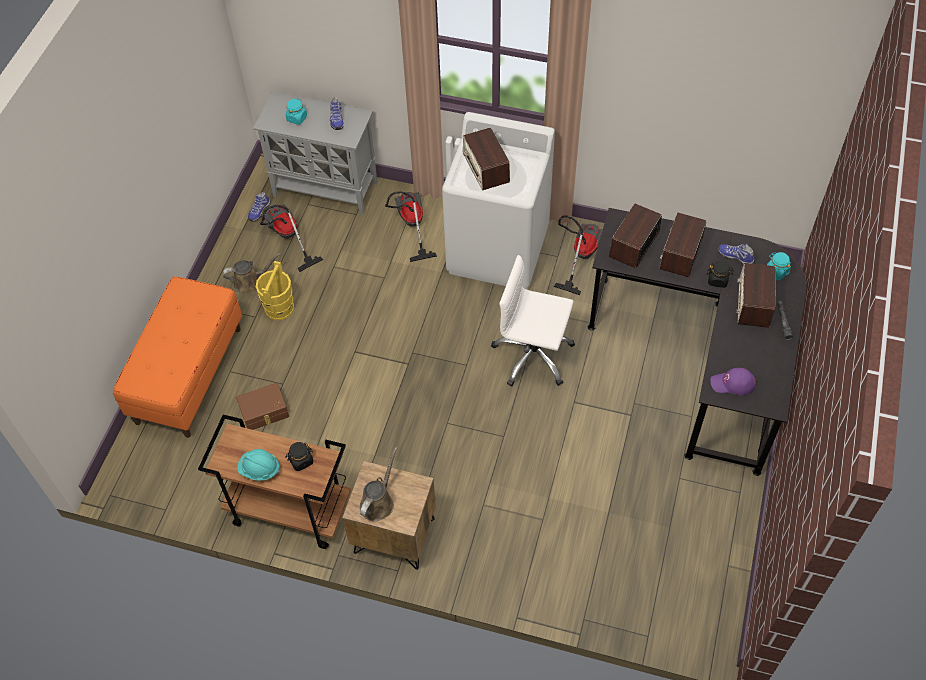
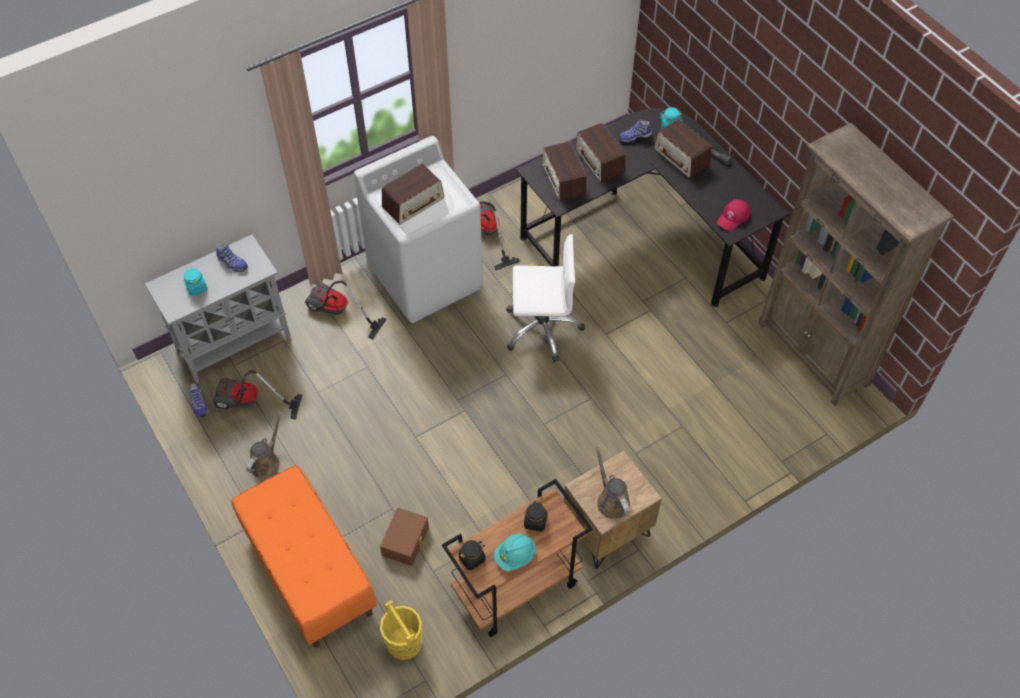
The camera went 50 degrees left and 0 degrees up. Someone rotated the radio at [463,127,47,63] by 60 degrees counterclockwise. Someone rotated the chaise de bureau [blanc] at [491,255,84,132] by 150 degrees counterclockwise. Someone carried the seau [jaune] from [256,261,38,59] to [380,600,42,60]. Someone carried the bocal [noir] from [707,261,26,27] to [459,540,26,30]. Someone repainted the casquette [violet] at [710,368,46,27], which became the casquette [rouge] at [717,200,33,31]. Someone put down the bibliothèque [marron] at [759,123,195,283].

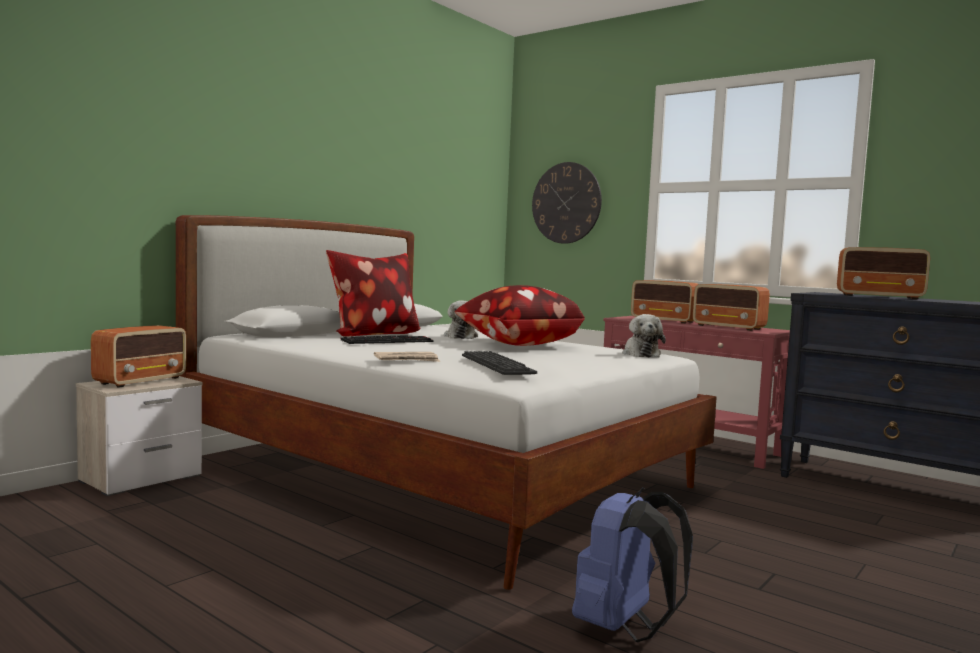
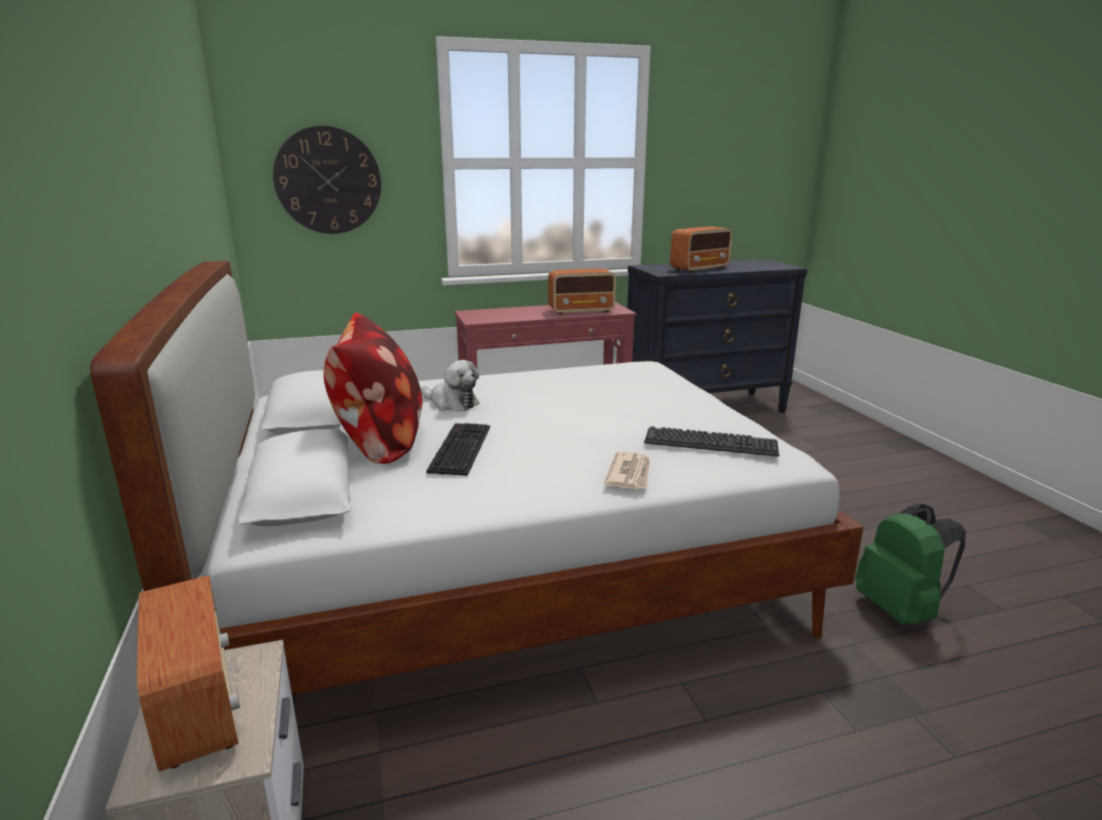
The camera went 55 degrees left and 15 degrees up. Someone took away the radio at [631,280,67,44]. Someone took away the coussin at [455,285,130,61]. Someone took away the peluche at [622,314,44,43]. Someone repainted the sac à dos [bleu] at [572,488,121,154], which became the sac à dos [vert] at [856,504,110,121].

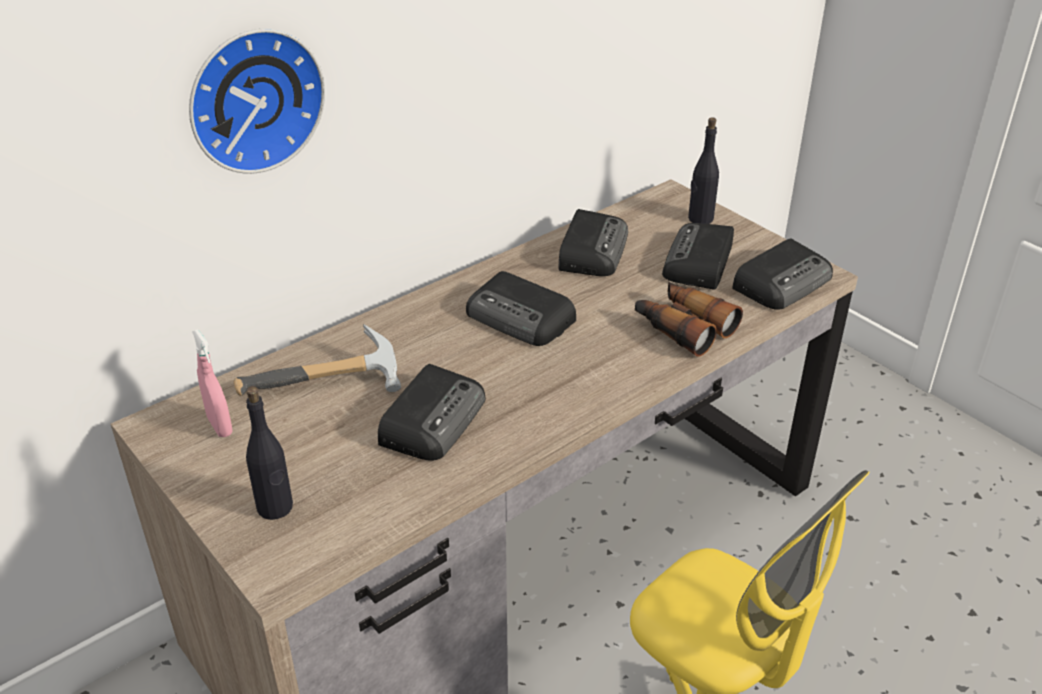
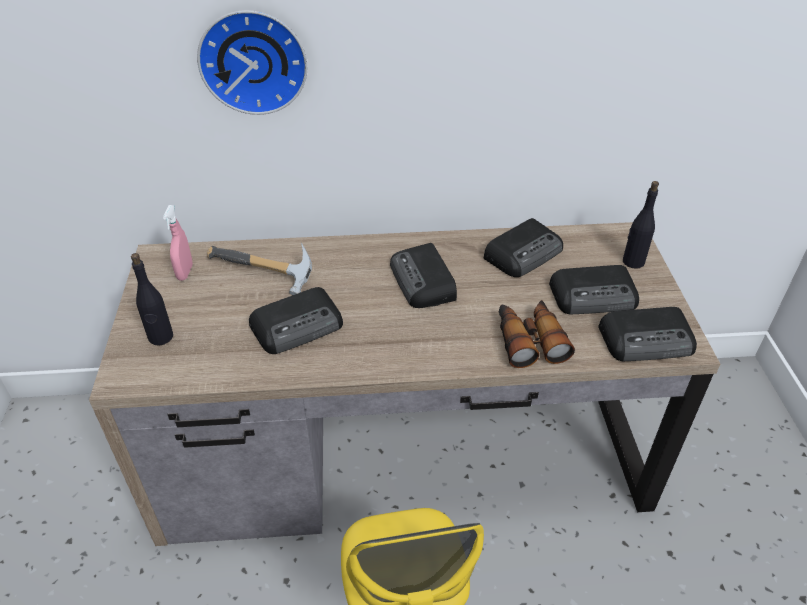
The camera went 35 degrees right and 5 degrees up. Someone rotated the radio at [662,223,72,67] by 150 degrees counterclockwise.

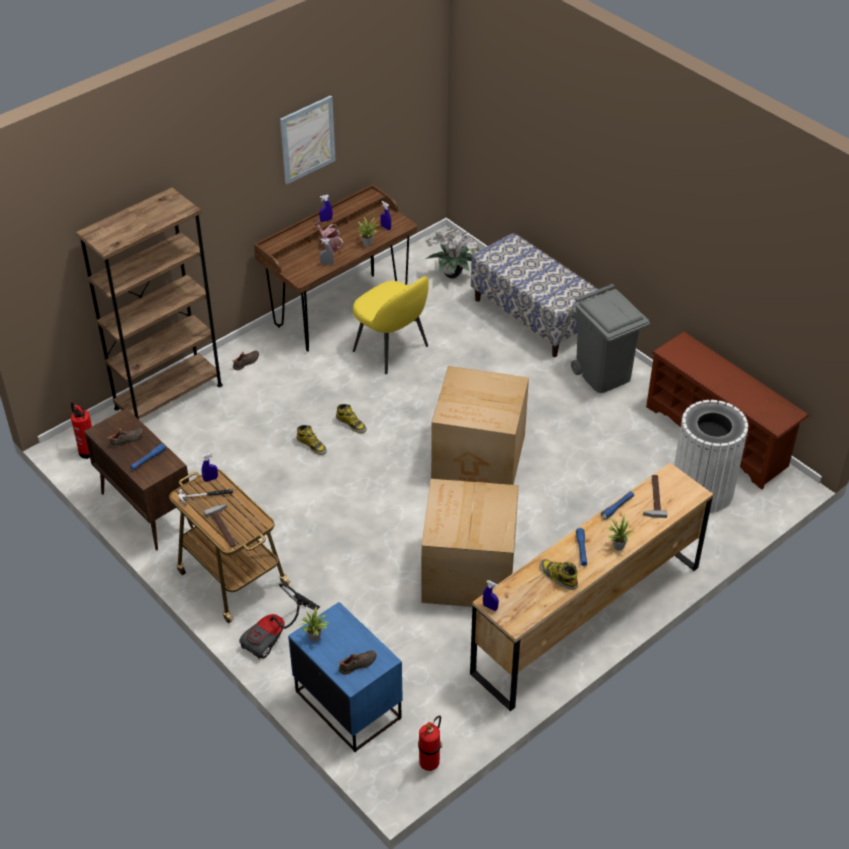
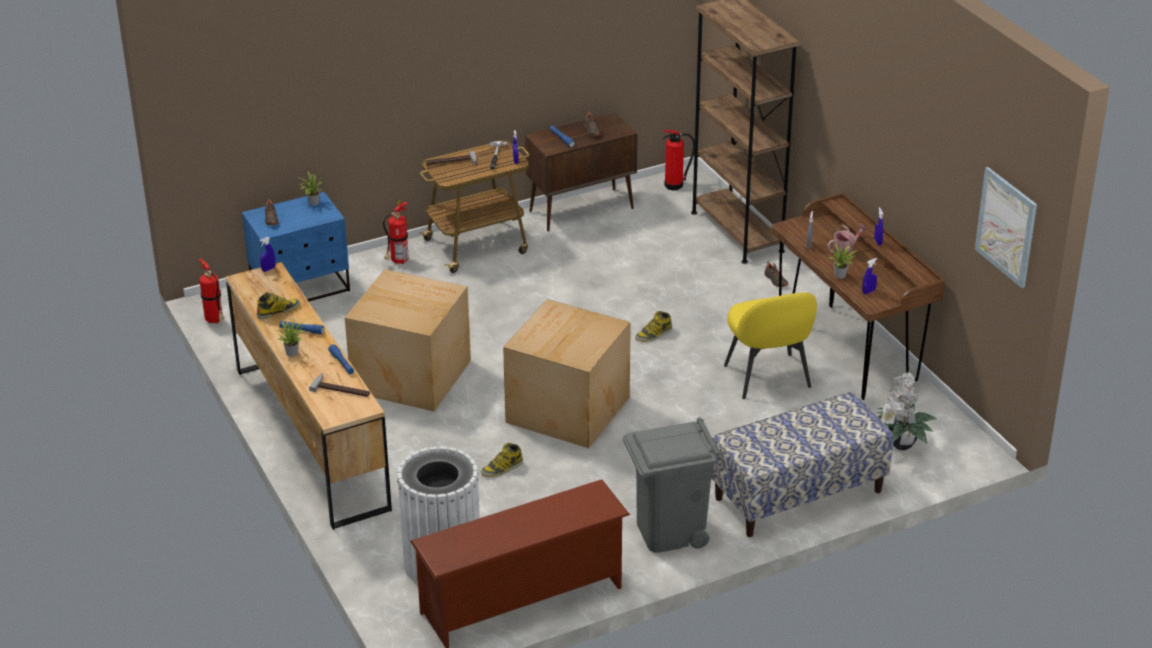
The camera went 105 degrees right and 10 degrees down. Someone carried the tableau from [280,95,56,89] to [975,167,62,121]. Someone rotated the chaise [jaune] at [353,276,76,98] by 75 degrees counterclockwise. Someone carried the botte from [297,425,30,30] to [481,443,42,34]. Someone swapped the aspirateur at [239,583,81,77] for the extincteur at [383,200,25,64].

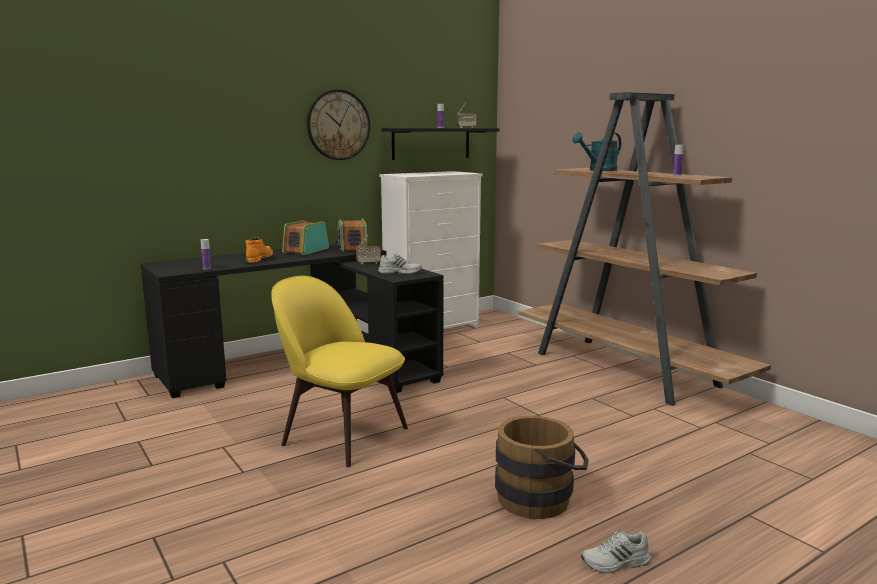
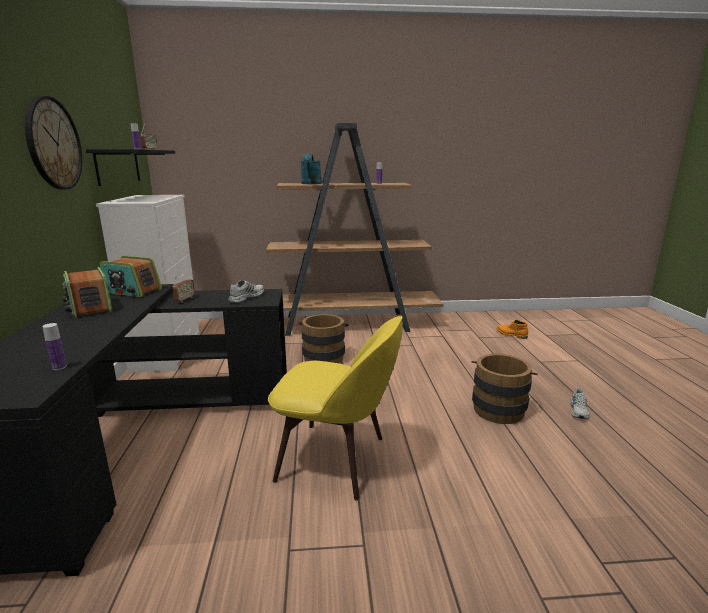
The camera went 60 degrees left and 5 degrees up. Someone carried the botte [orange] from [245,237,28,26] to [497,320,31,19]. Someone rotated the chaise [jaune] at [271,276,137,191] by 135 degrees counterclockwise. Someone put down the seau [marron] at [298,314,50,50].

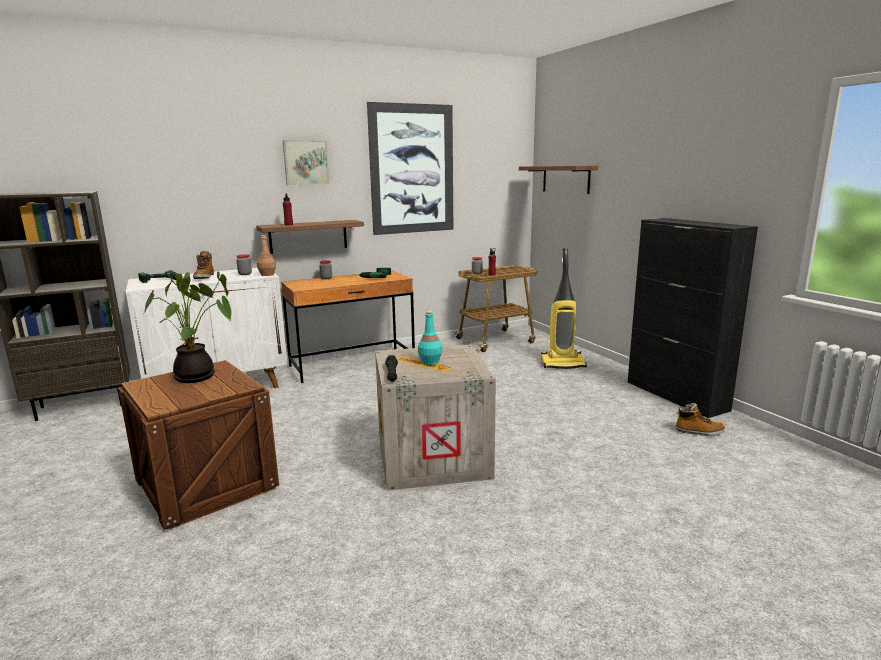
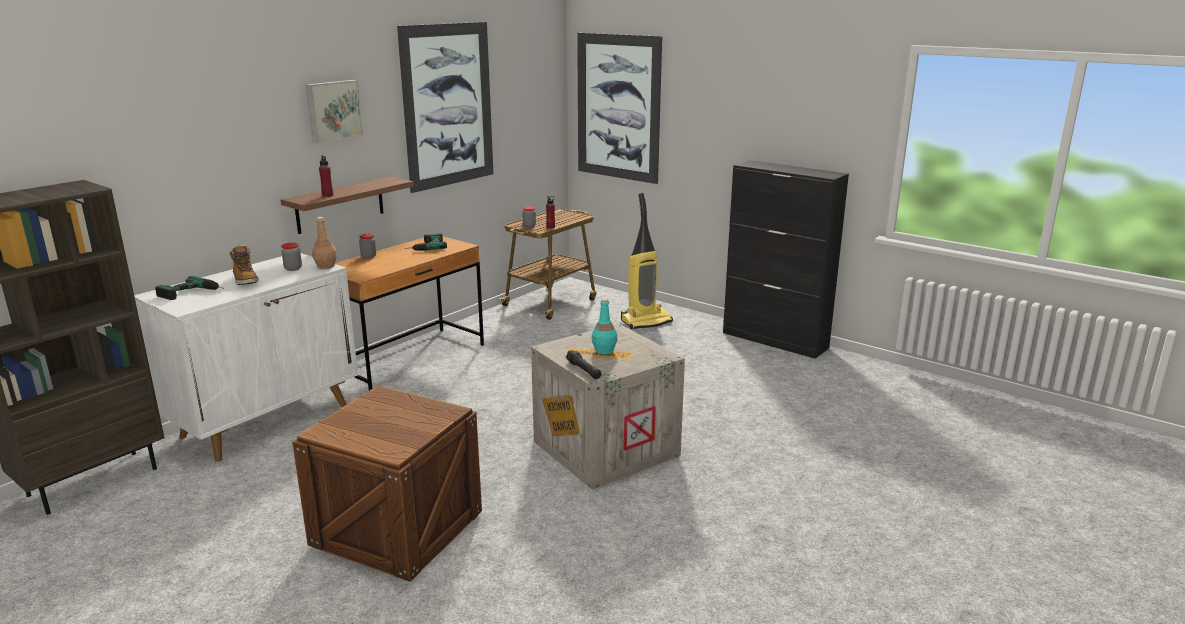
The camera went 25 degrees left and 5 degrees up. Someone swapped the étagère at [519,166,79,28] for the tableau at [577,33,85,151]. Someone took away the plante en pot at [144,271,88,112]. Someone took away the botte at [676,403,49,33].

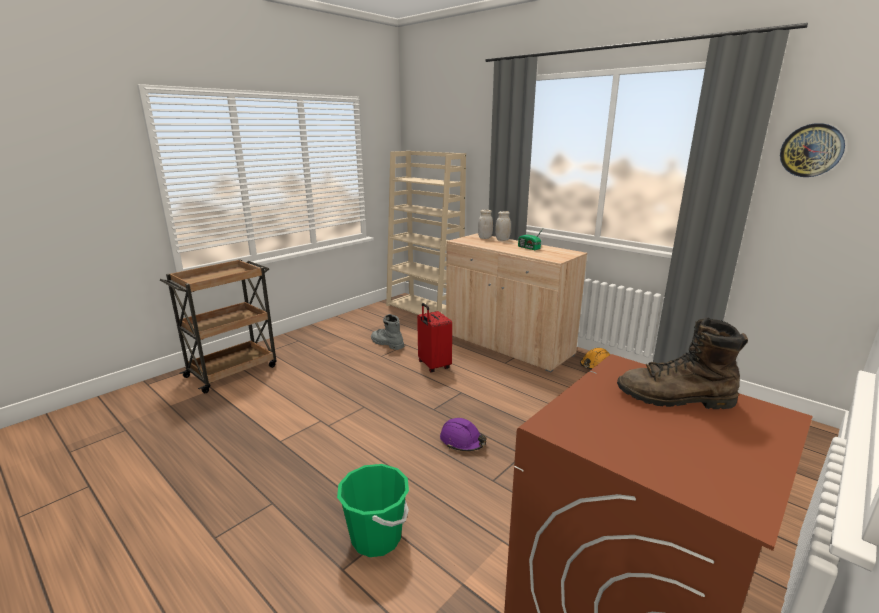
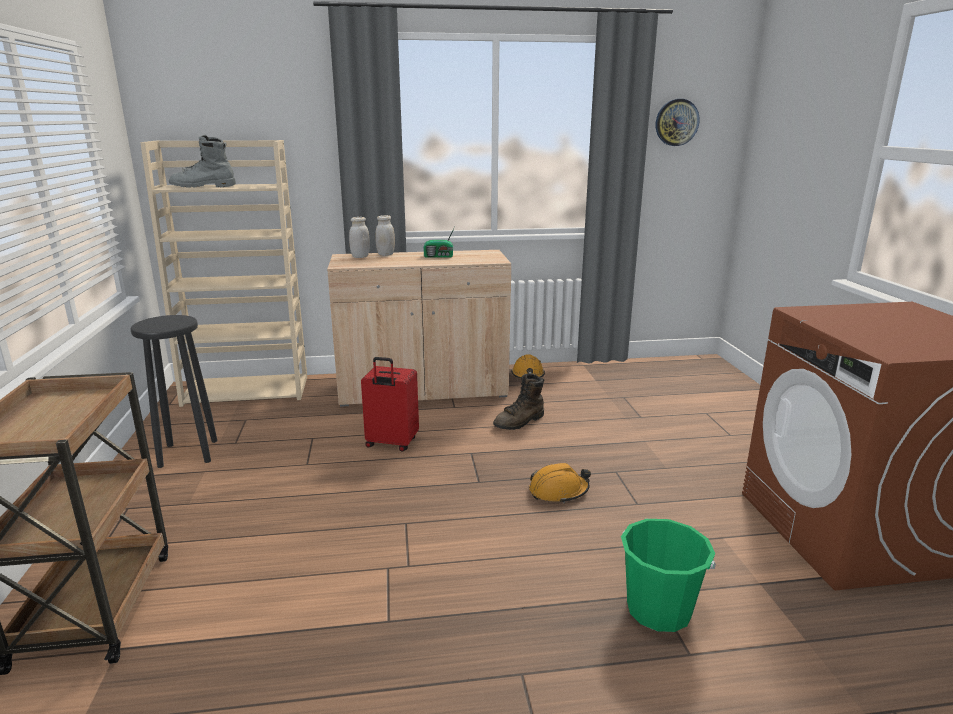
The camera went 50 degrees left and 0 degrees up. Someone carried the botte [gris] from [371,314,33,36] to [169,135,67,53]. Someone carried the botte [marron] from [617,318,131,91] to [493,373,51,57]. Someone repainted the casque de chantier [violet] at [440,418,46,34], which became the casque de chantier [orange] at [529,463,62,41]. Someone put down the tabouret [noir] at [130,315,87,153].

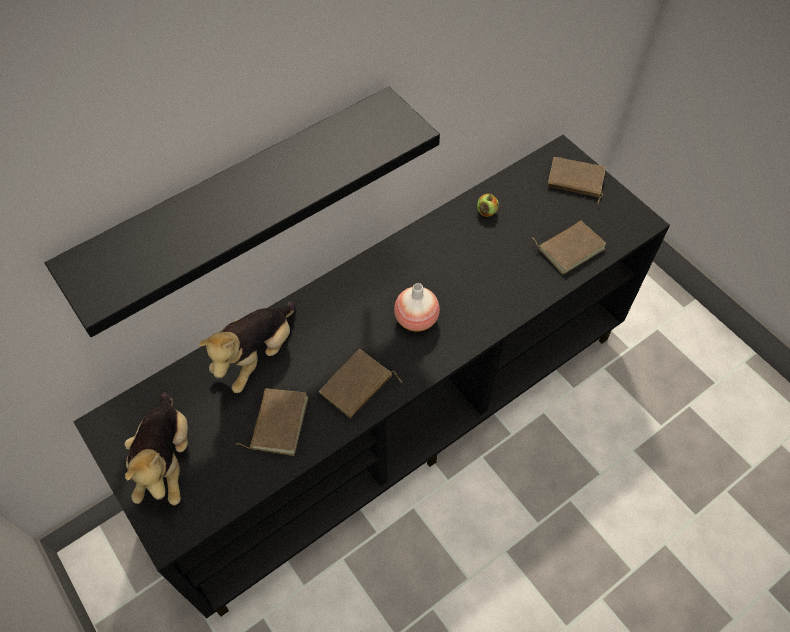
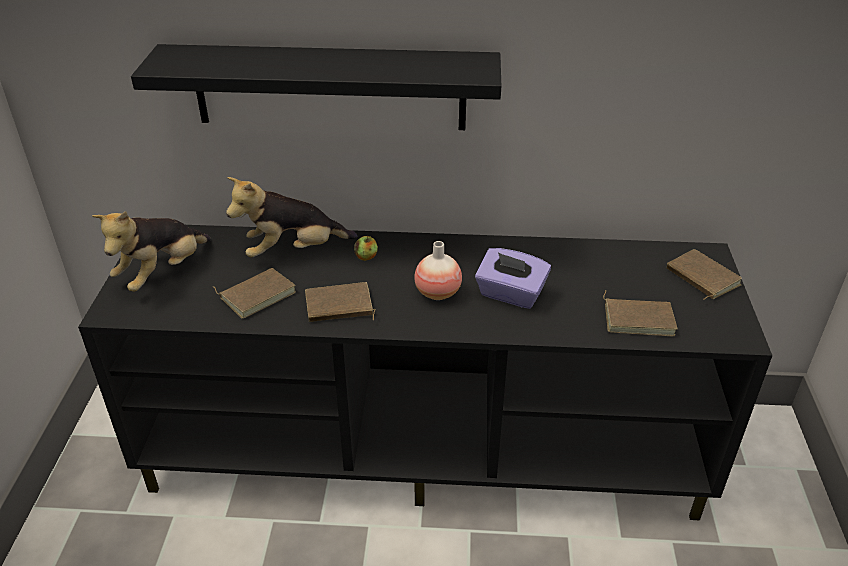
The camera went 40 degrees right and 20 degrees down. Someone carried the pomme from [477,194,22,23] to [354,236,24,25]. Someone put down the boîte à mouchoirs [violet] at [475,248,76,61].

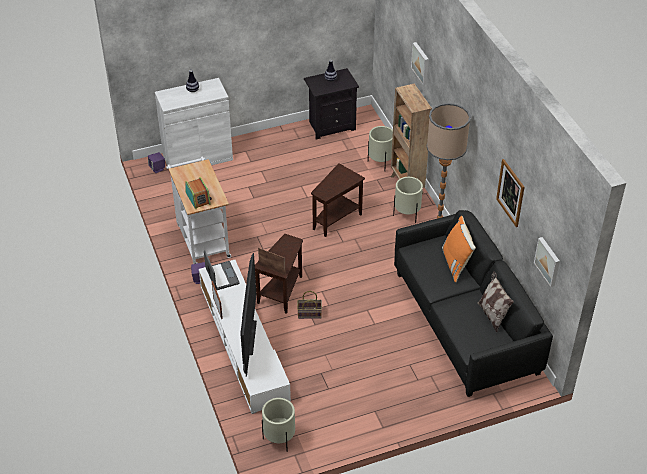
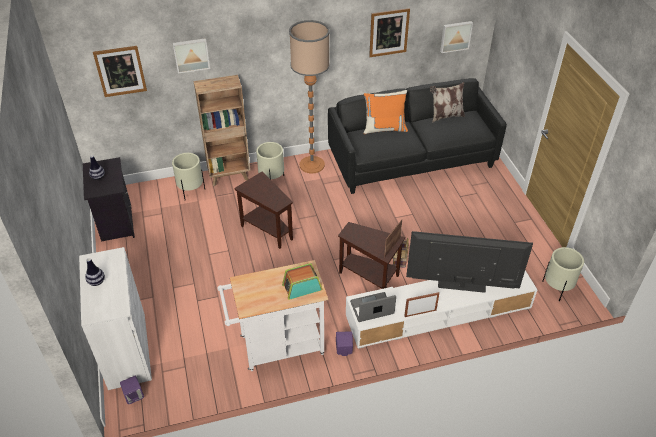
The camera went 85 degrees left and 0 degrees up. Someone put up the tableau at [93,46,54,51].

